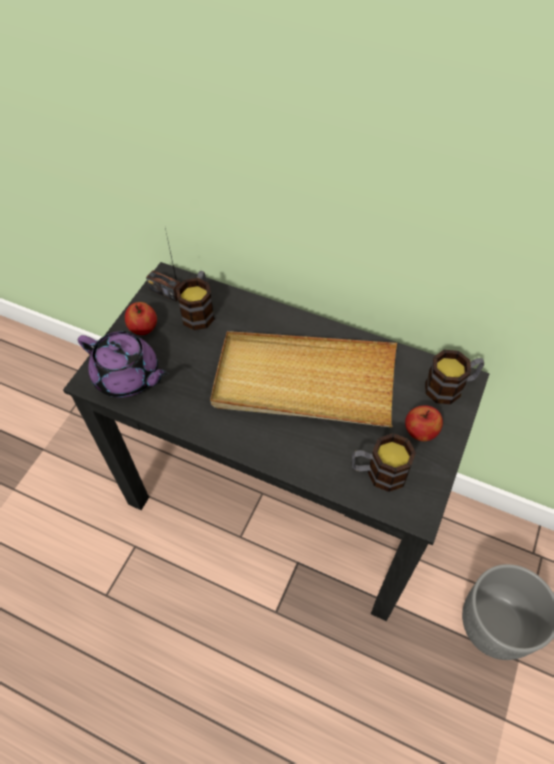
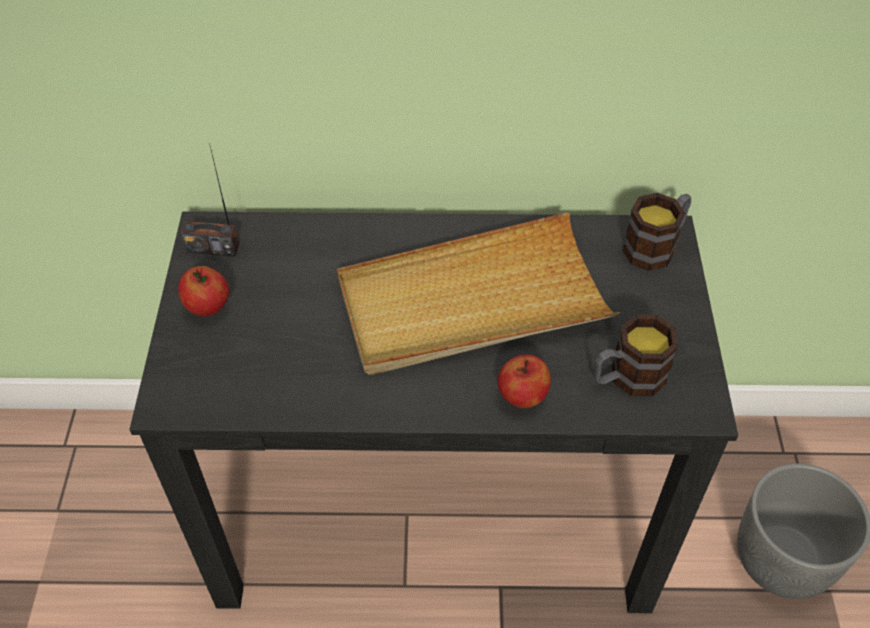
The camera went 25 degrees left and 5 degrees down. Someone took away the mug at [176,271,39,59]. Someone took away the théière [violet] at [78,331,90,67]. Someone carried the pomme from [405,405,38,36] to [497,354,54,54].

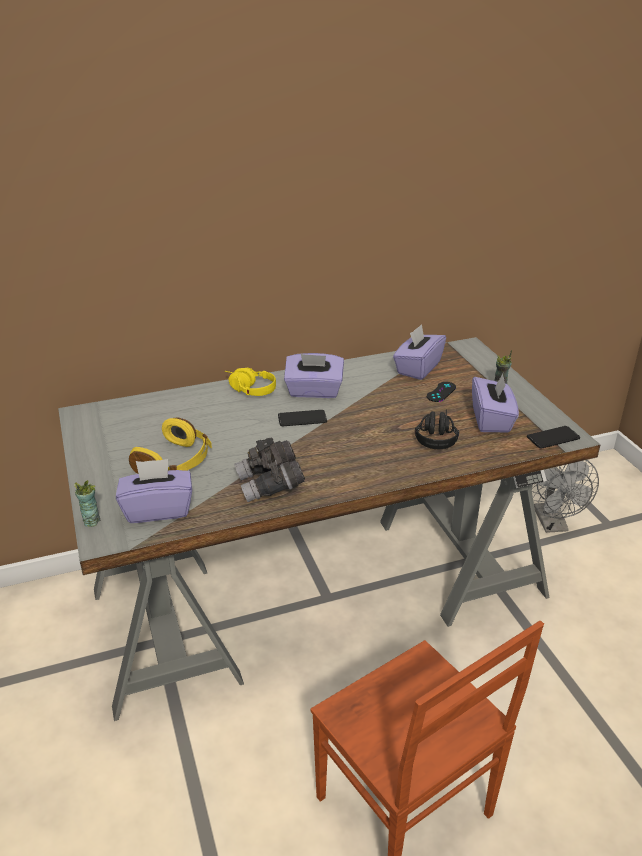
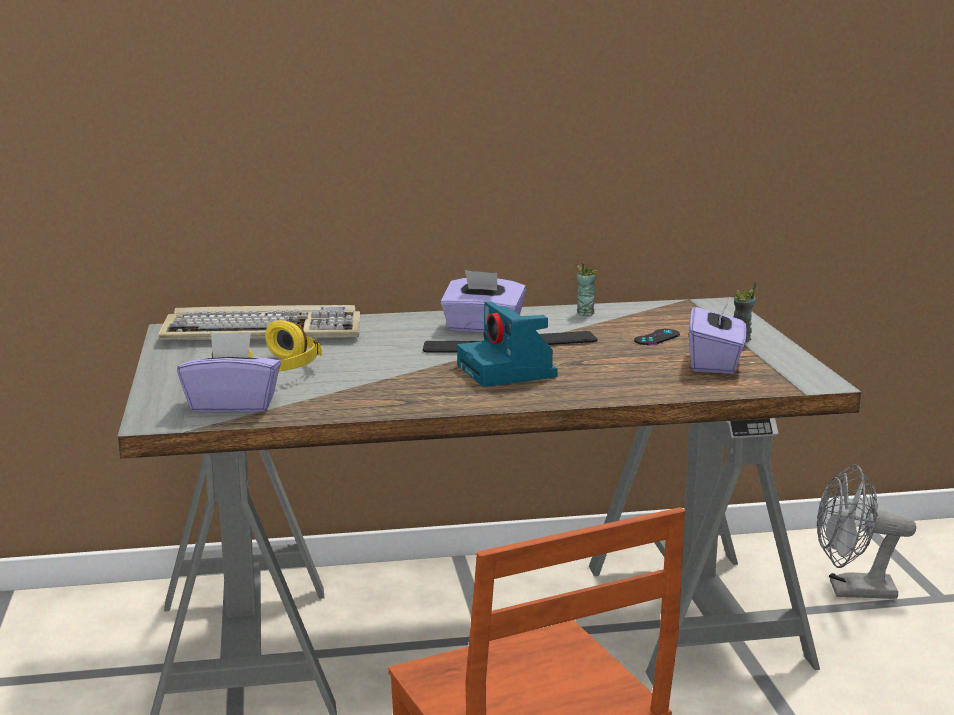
The camera went 10 degrees right and 15 degrees down. Someone took away the boîte à mouchoirs [violet] at [393,324,53,56]. Someone took away the casque audio [jaune] at [225,368,51,28]. Someone took away the casque audio [noir] at [415,410,44,39]. Someone carried the téléphone from [527,426,53,23] to [539,331,59,14]. Someone took away the jumelles [gris] at [234,438,71,64]. Someone rotated the ventilateur [gris] at [532,460,67,73] by 90 degrees clockwise. Someone carried the tasse from [74,480,26,47] to [577,262,21,54]. Someone put down the appareil photo at [457,301,101,86]. Someone put down the clavier at [158,305,202,35].

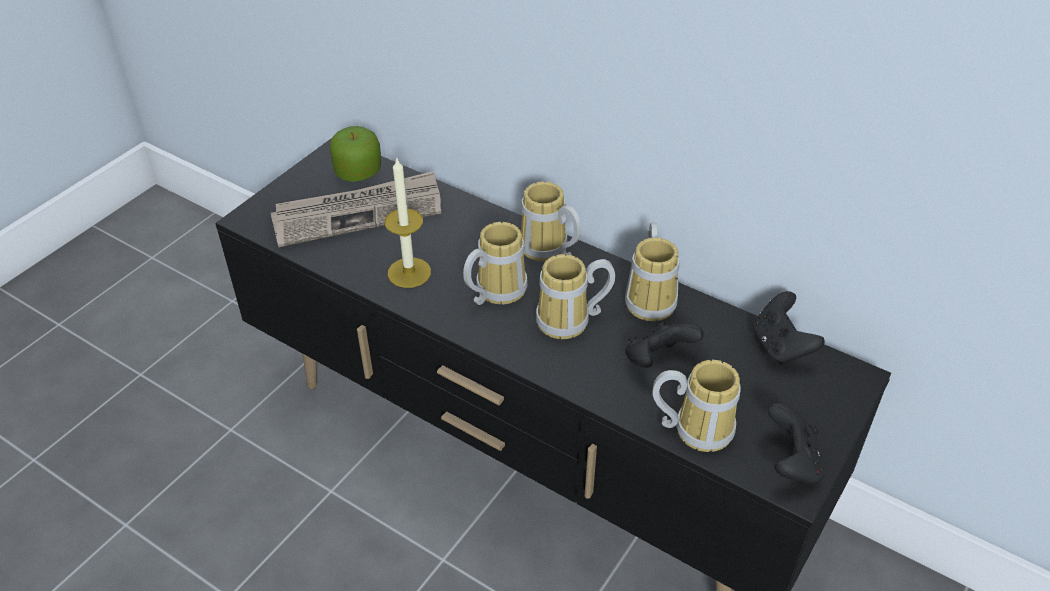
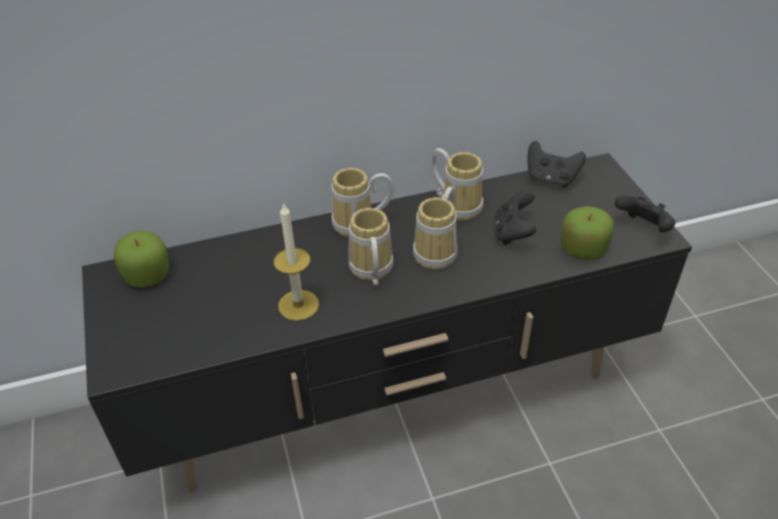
The camera went 50 degrees left and 0 degrees up. Someone took away the journal at [270,171,171,76]. Someone swapped the mug at [653,360,88,92] for the pomme at [561,206,53,54].

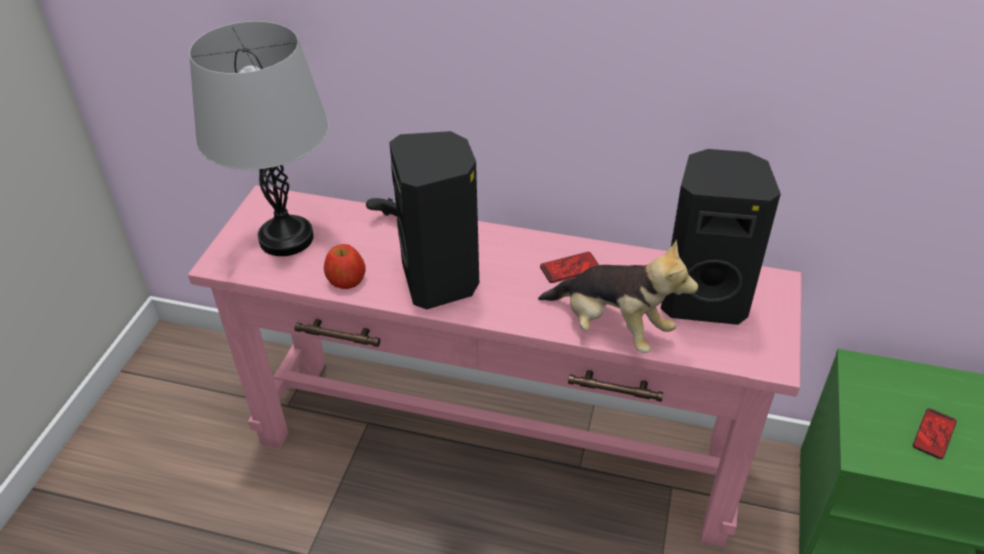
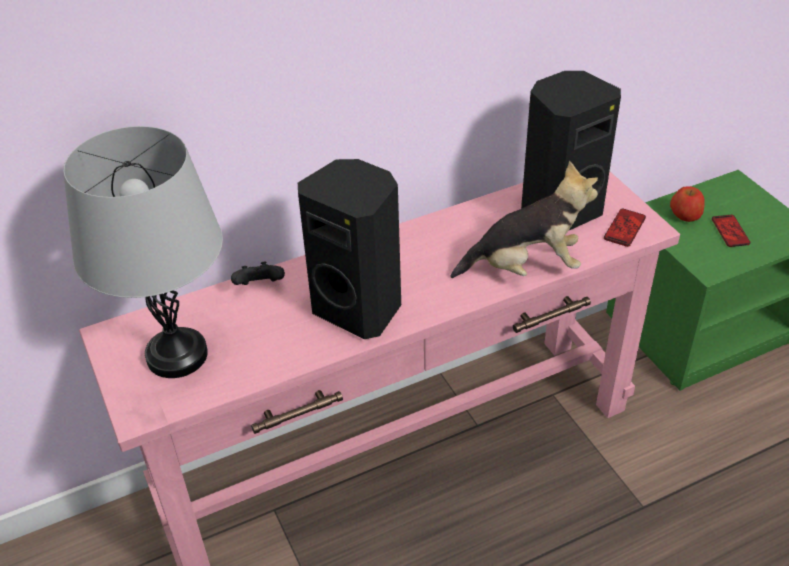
The camera went 40 degrees left and 0 degrees up. Someone carried the pomme from [324,244,42,45] to [670,186,35,36]. Someone carried the téléphone from [540,252,59,31] to [604,209,42,38].

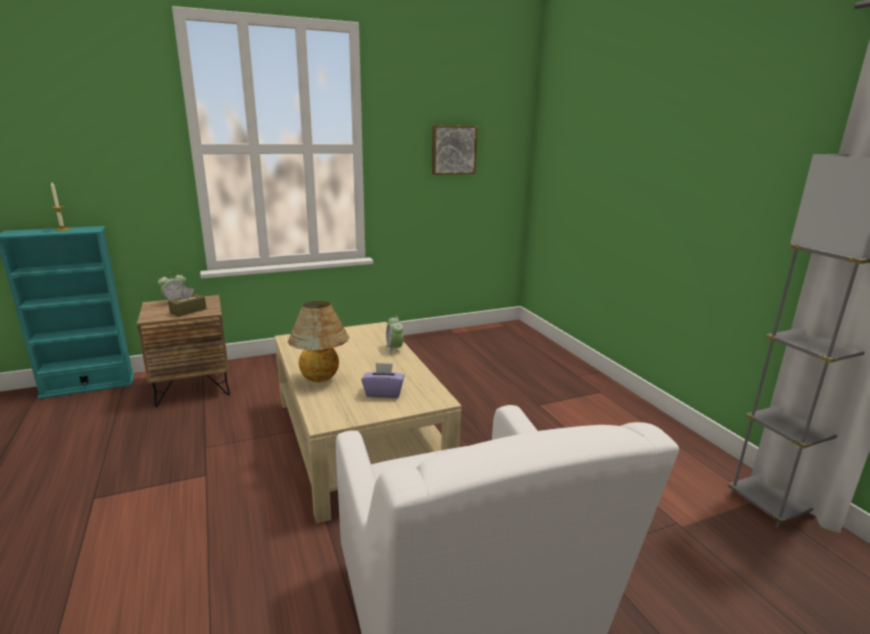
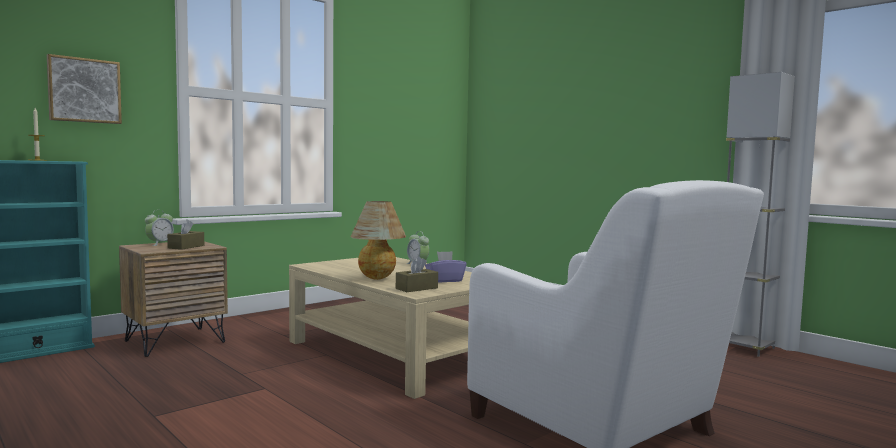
The camera went 20 degrees left and 15 degrees down. Someone carried the tableau from [432,125,46,50] to [47,54,75,70]. Someone put down the boîte à mouchoirs [marron] at [396,256,42,36].

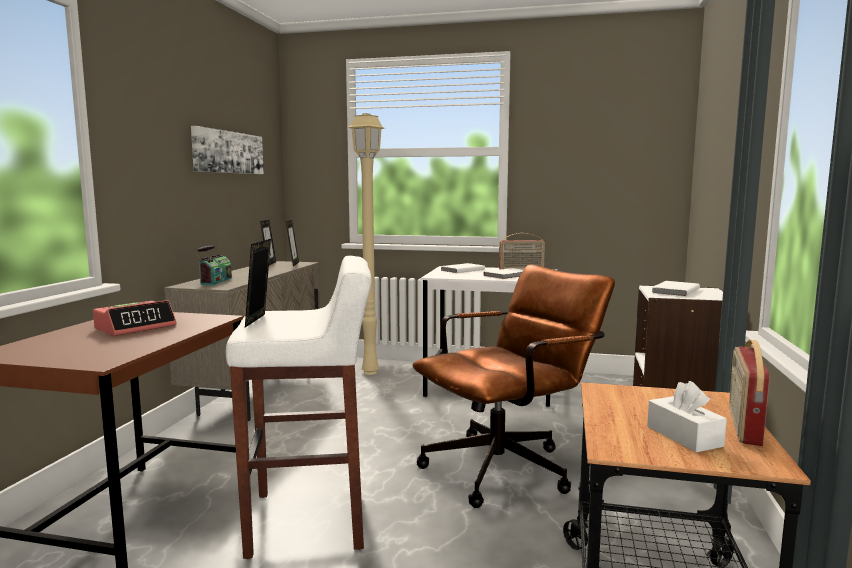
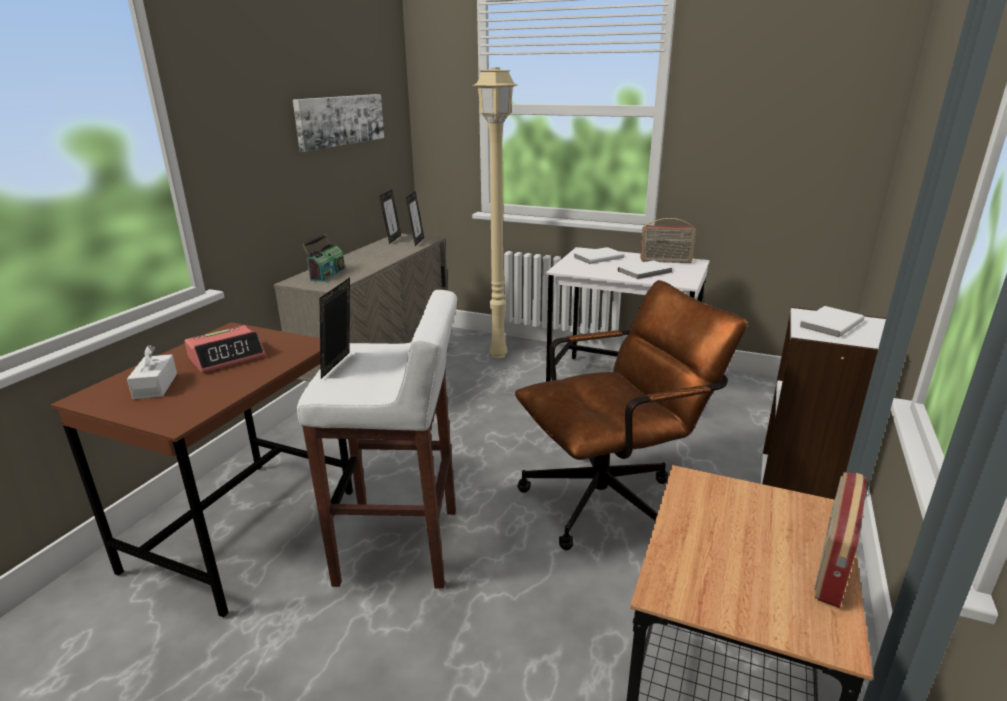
The camera went 10 degrees right and 15 degrees up. Someone carried the boîte à mouchoirs [blanc] from [647,381,80,71] to [127,345,50,54].

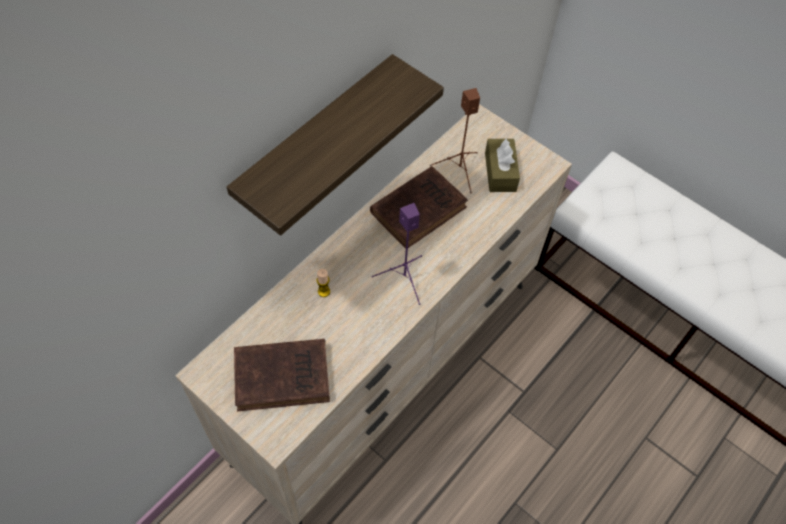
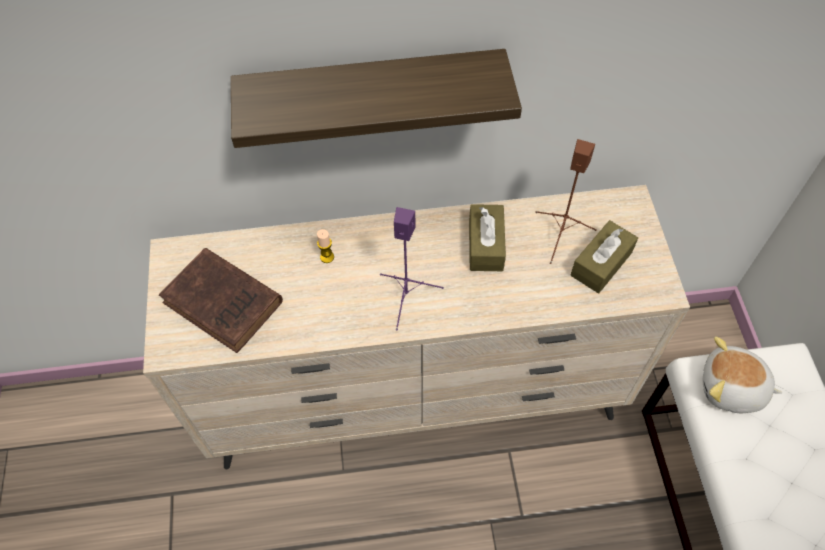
The camera went 45 degrees right and 0 degrees up. Someone swapped the livre [marron] at [370,166,98,83] for the boîte à mouchoirs [marron] at [469,204,37,67]. Someone put down the peluche at [703,336,79,77].

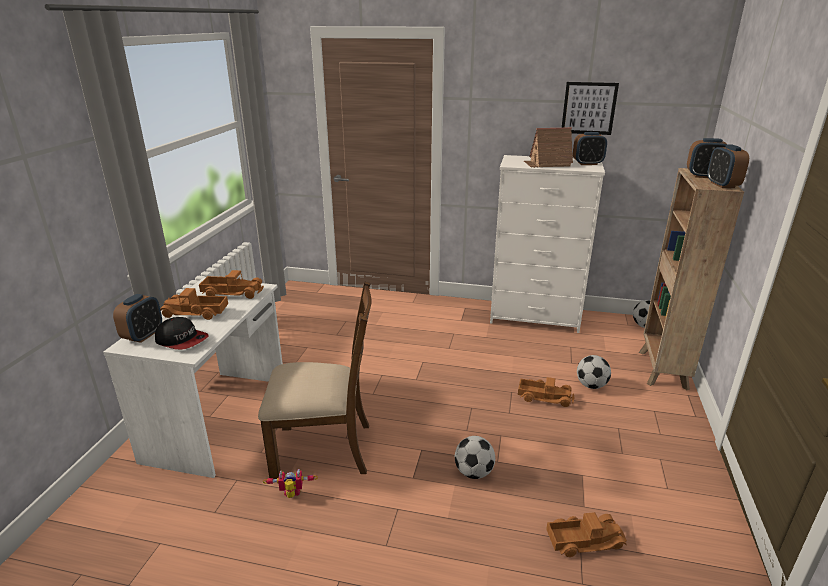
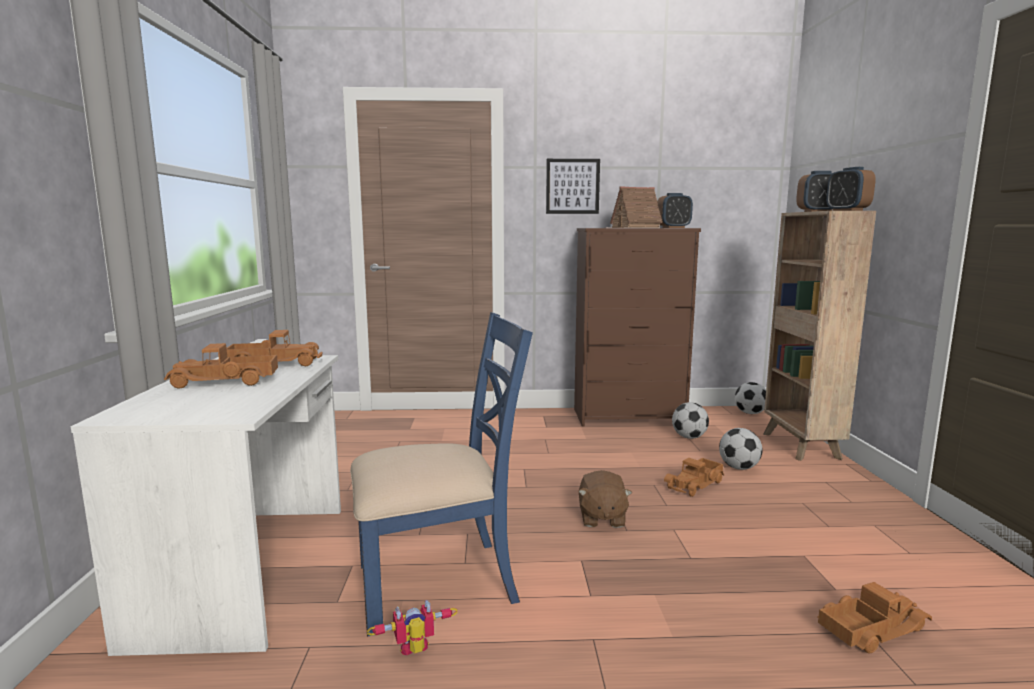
The camera went 15 degrees left and 15 degrees down. Someone carried the tableau from [561,82,58,53] to [546,159,54,55]. Someone repainted the commode [blanc] at [490,155,115,178], which became the commode [marron] at [574,228,127,199]. Someone repainted the chaise [marron] at [258,281,114,198], which became the chaise [bleu] at [350,312,183,324]. Someone took away the réveil at [113,294,49,49]. Someone took away the casquette at [155,317,54,33]. Someone rotated the camion jouet at [518,377,57,30] by 135 degrees clockwise. Someone carried the ballon de foot from [455,436,40,43] to [672,402,37,37]. Someone put down the peluche [marron] at [578,470,54,58].

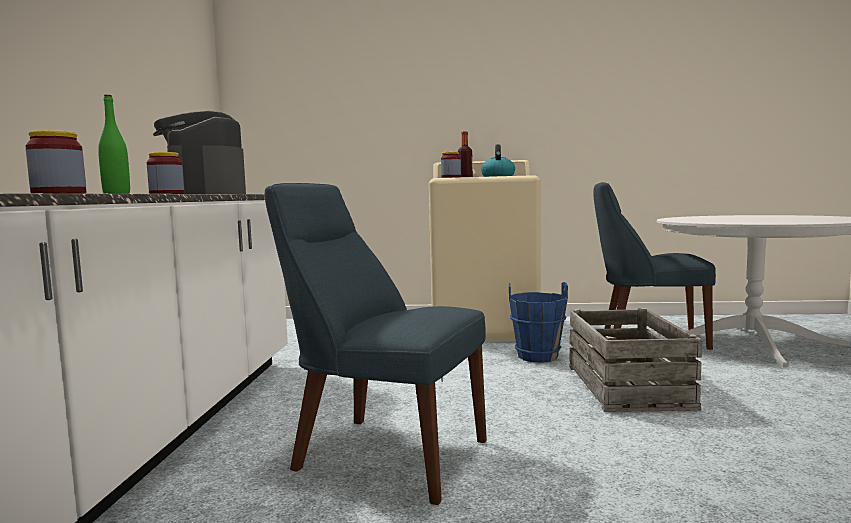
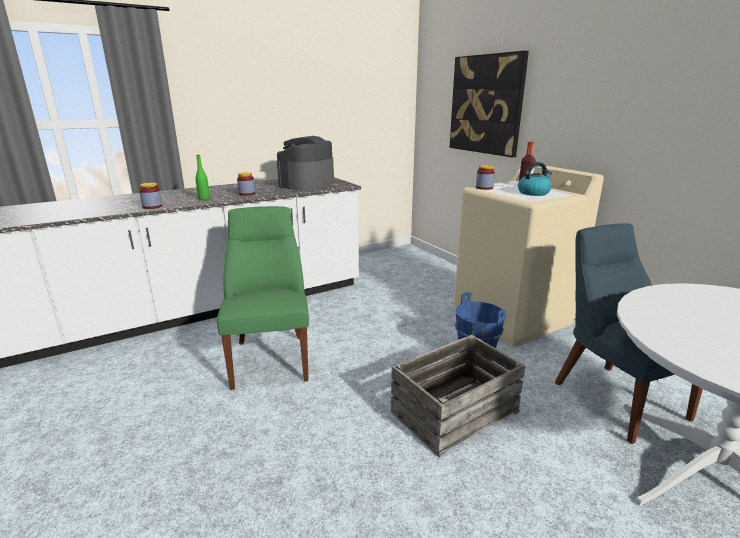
The camera went 55 degrees right and 15 degrees up. Someone repainted the chaise [bleu] at [265,183,222,322], which became the chaise [vert] at [217,206,92,184]. Someone put up the tableau at [449,51,80,106].

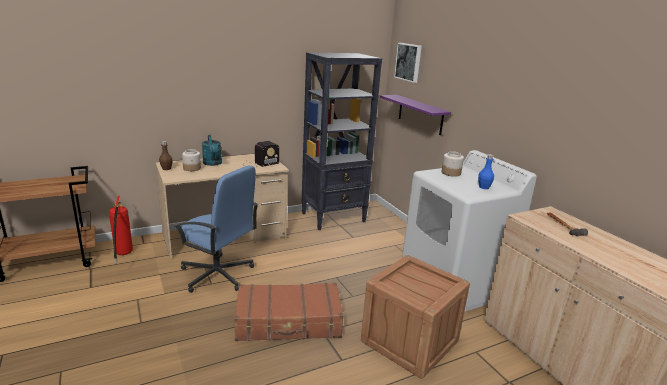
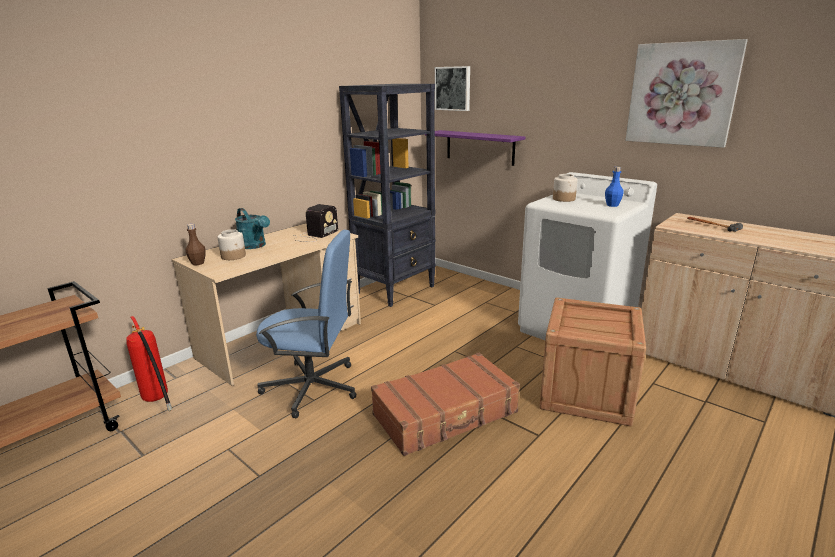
The camera went 20 degrees left and 0 degrees up. Someone put up the tableau at [625,39,123,109].

